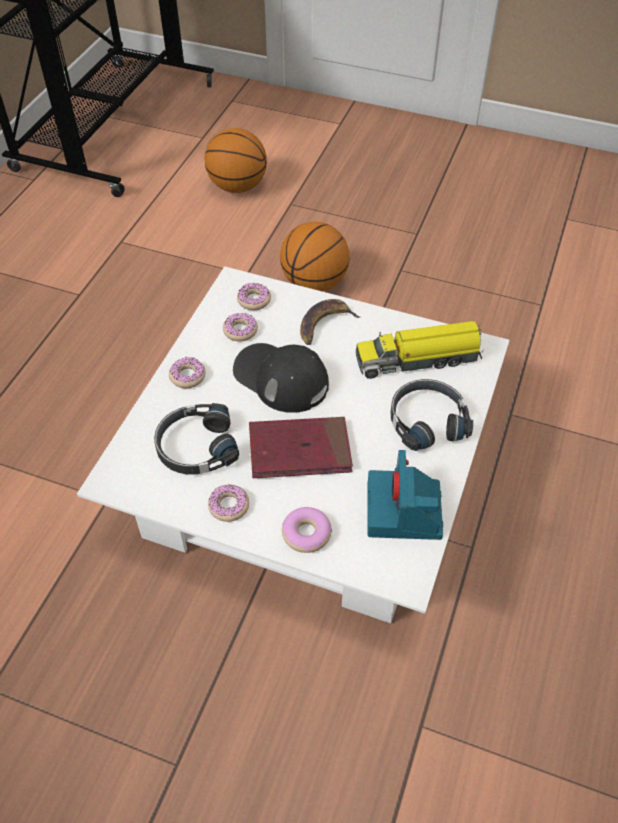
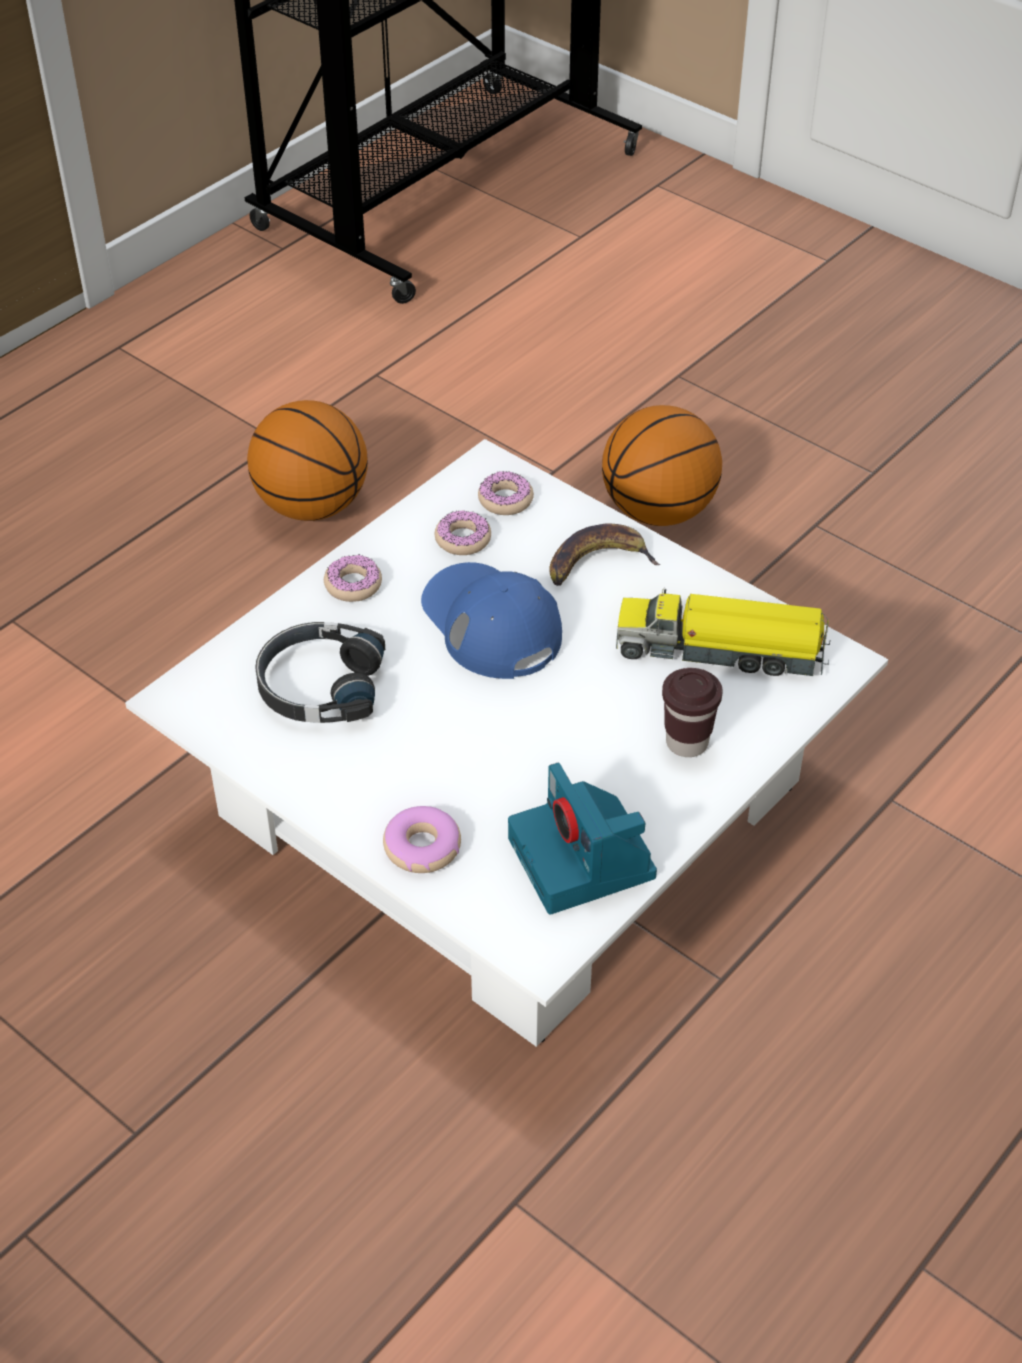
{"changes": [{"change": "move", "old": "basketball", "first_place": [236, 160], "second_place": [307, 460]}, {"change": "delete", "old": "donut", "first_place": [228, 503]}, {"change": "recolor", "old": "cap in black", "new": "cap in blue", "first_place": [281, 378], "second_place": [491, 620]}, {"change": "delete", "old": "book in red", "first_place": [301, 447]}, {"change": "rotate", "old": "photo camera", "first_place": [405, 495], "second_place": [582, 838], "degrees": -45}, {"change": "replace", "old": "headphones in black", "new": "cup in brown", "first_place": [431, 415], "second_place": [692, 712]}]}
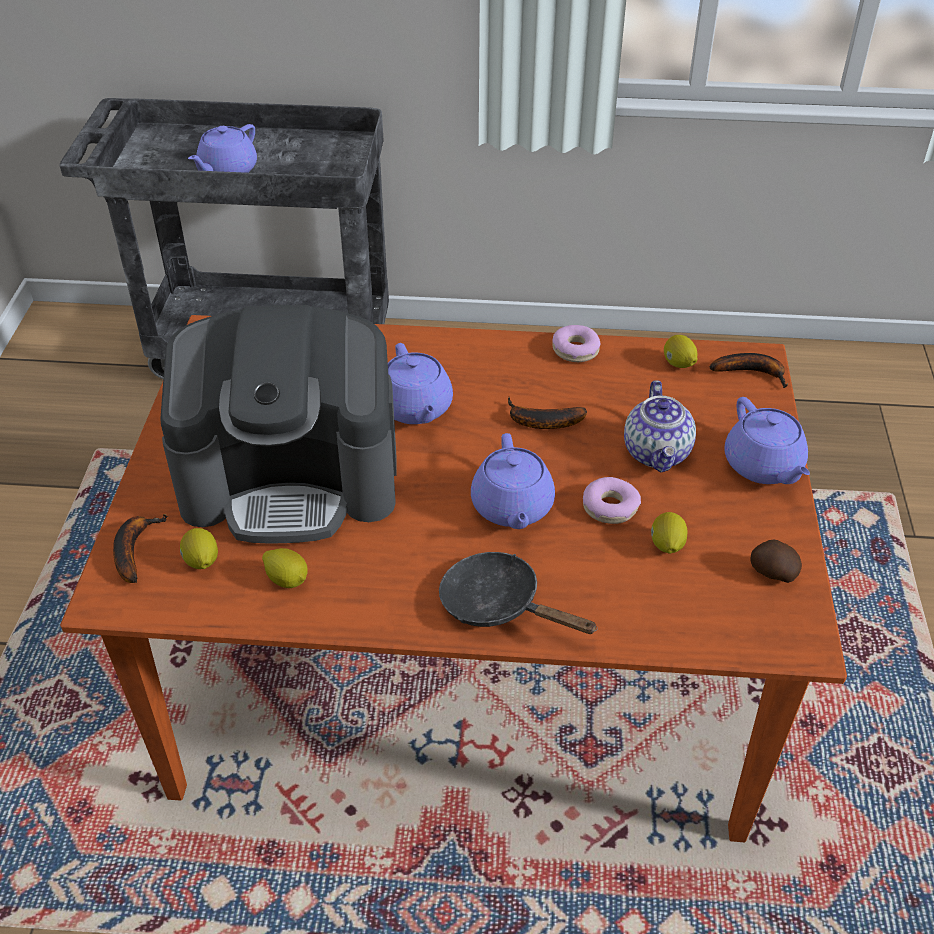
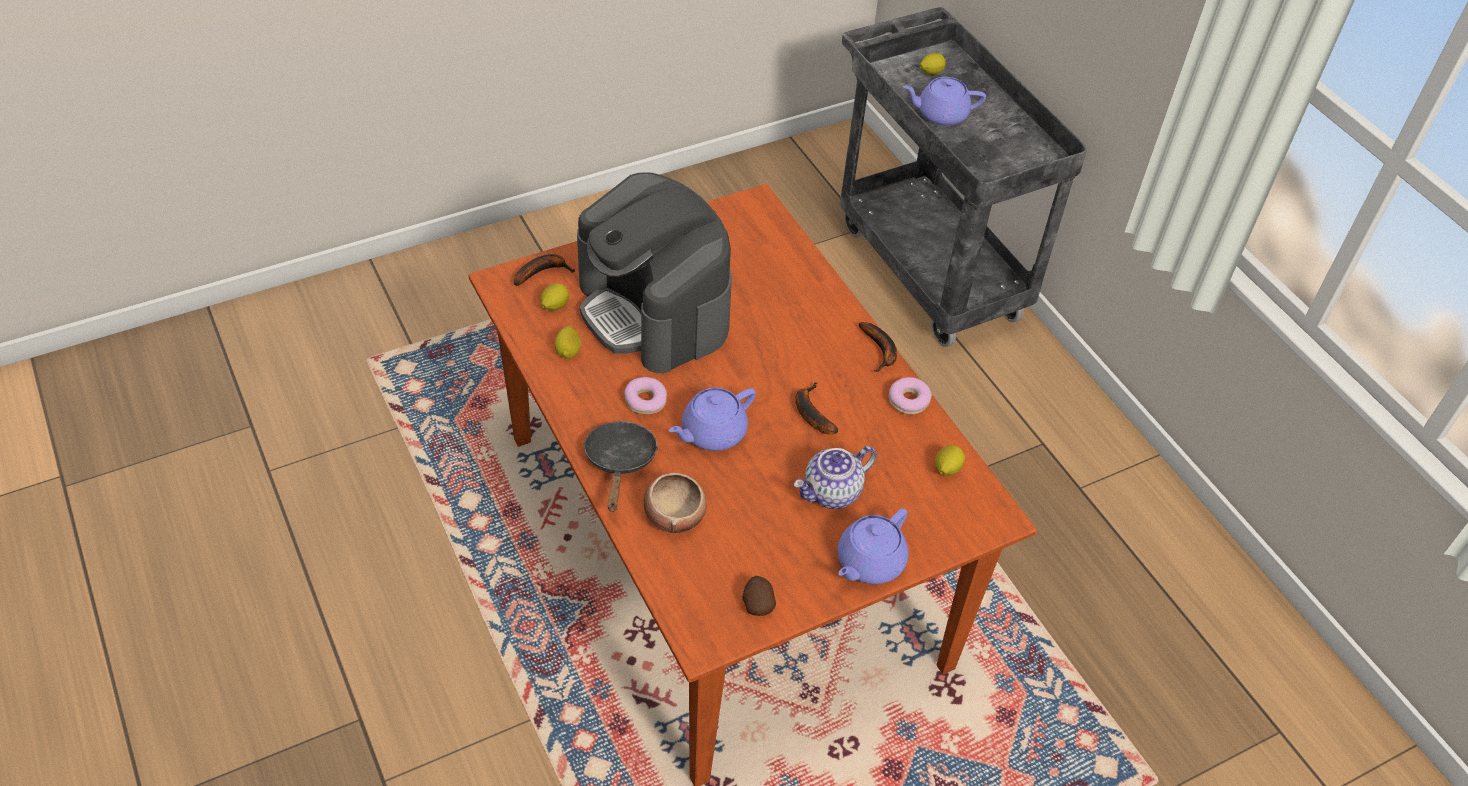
{"changes": [{"change": "delete", "old": "teapot in purple", "first_place": [420, 383]}, {"change": "move", "old": "donut", "first_place": [612, 500], "second_place": [645, 395]}, {"change": "move", "old": "lemon", "first_place": [669, 533], "second_place": [933, 64]}, {"change": "move", "old": "banana", "first_place": [749, 370], "second_place": [878, 347]}, {"change": "insert", "new": "bowl", "second_place": [675, 503]}]}
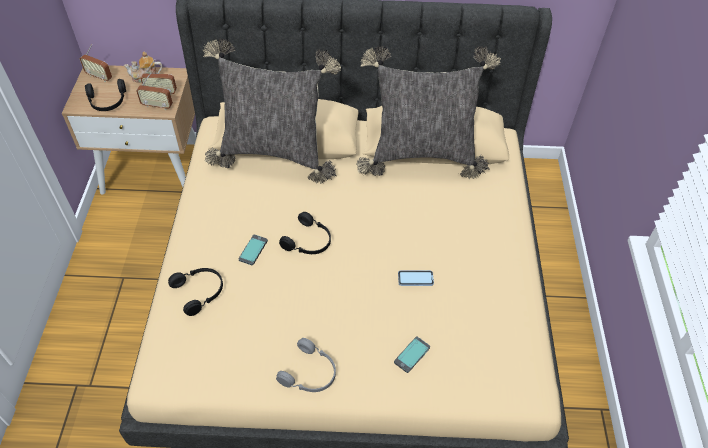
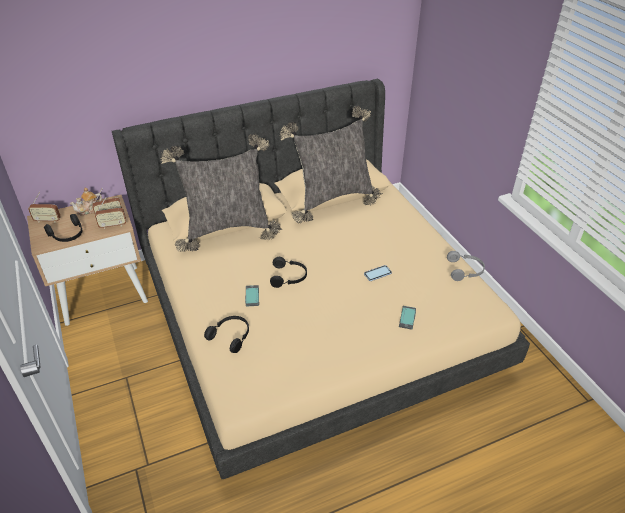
{"changes": [{"change": "move", "old": "headphones in grey", "first_place": [306, 365], "second_place": [466, 266]}]}
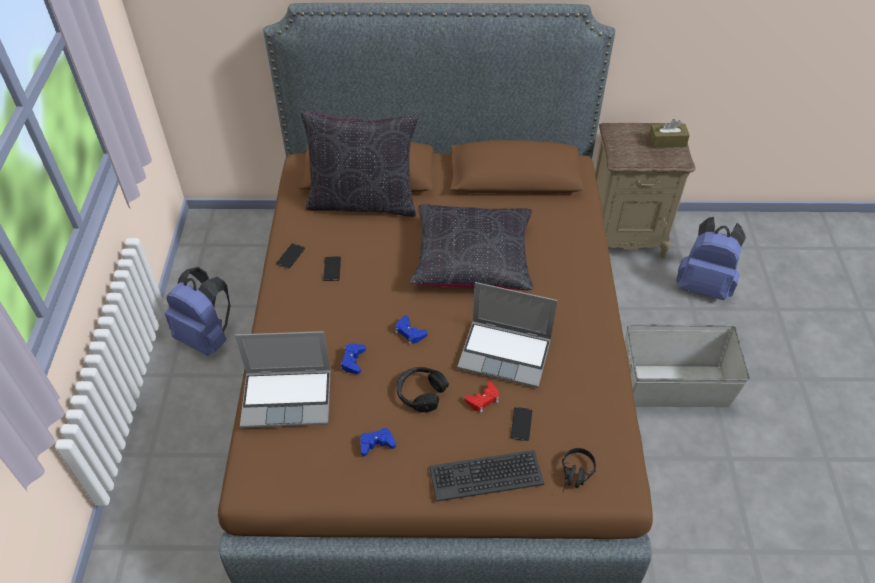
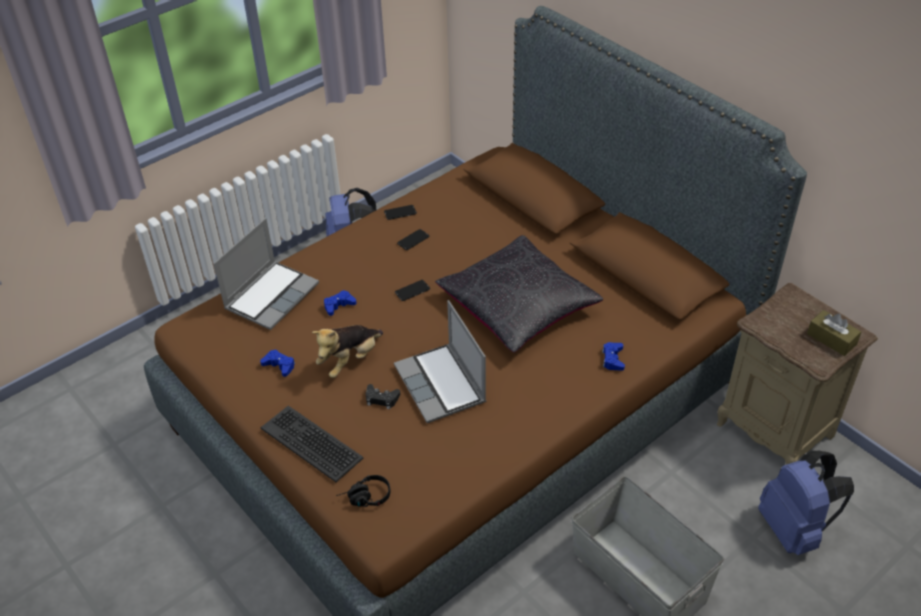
{"changes": [{"change": "rotate", "old": "laptop", "first_place": [283, 379], "second_place": [266, 274], "degrees": -105}, {"change": "delete", "old": "pillow in black", "first_place": [359, 164]}, {"change": "move", "old": "game controller in blue", "first_place": [411, 330], "second_place": [613, 356]}, {"change": "replace", "old": "headphones in black", "new": "plush toy", "first_place": [422, 389], "second_place": [347, 351]}, {"change": "recolor", "old": "game controller in red", "new": "game controller in black", "first_place": [482, 397], "second_place": [383, 396]}, {"change": "move", "old": "phone", "first_place": [521, 424], "second_place": [412, 290]}]}
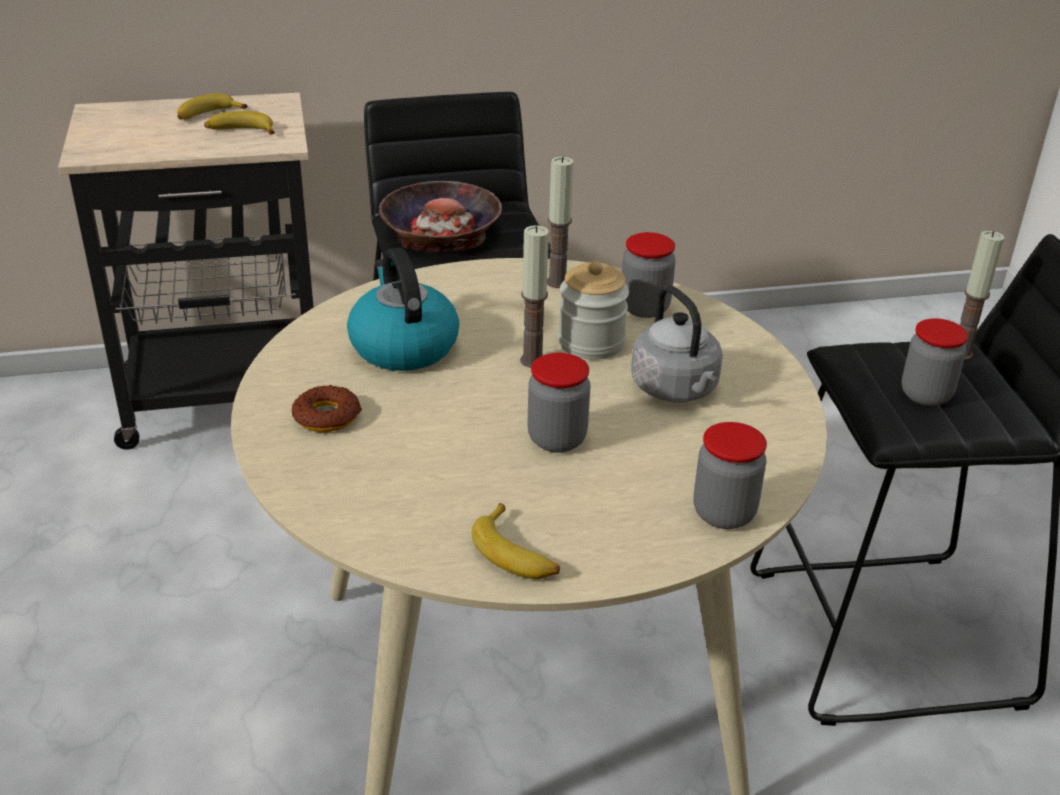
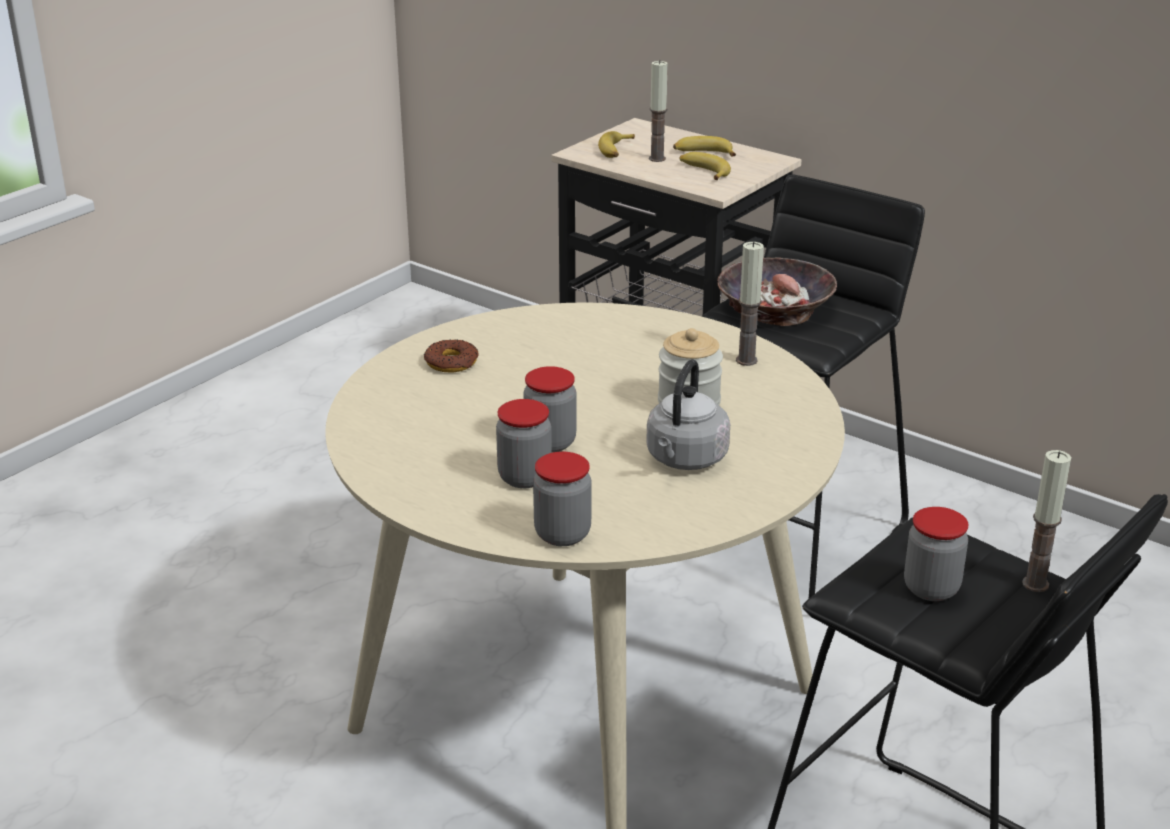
{"changes": [{"change": "delete", "old": "kettle", "first_place": [403, 309]}, {"change": "move", "old": "banana", "first_place": [516, 541], "second_place": [616, 144]}, {"change": "move", "old": "candle", "first_place": [534, 296], "second_place": [658, 111]}, {"change": "move", "old": "jar", "first_place": [649, 275], "second_place": [524, 443]}]}
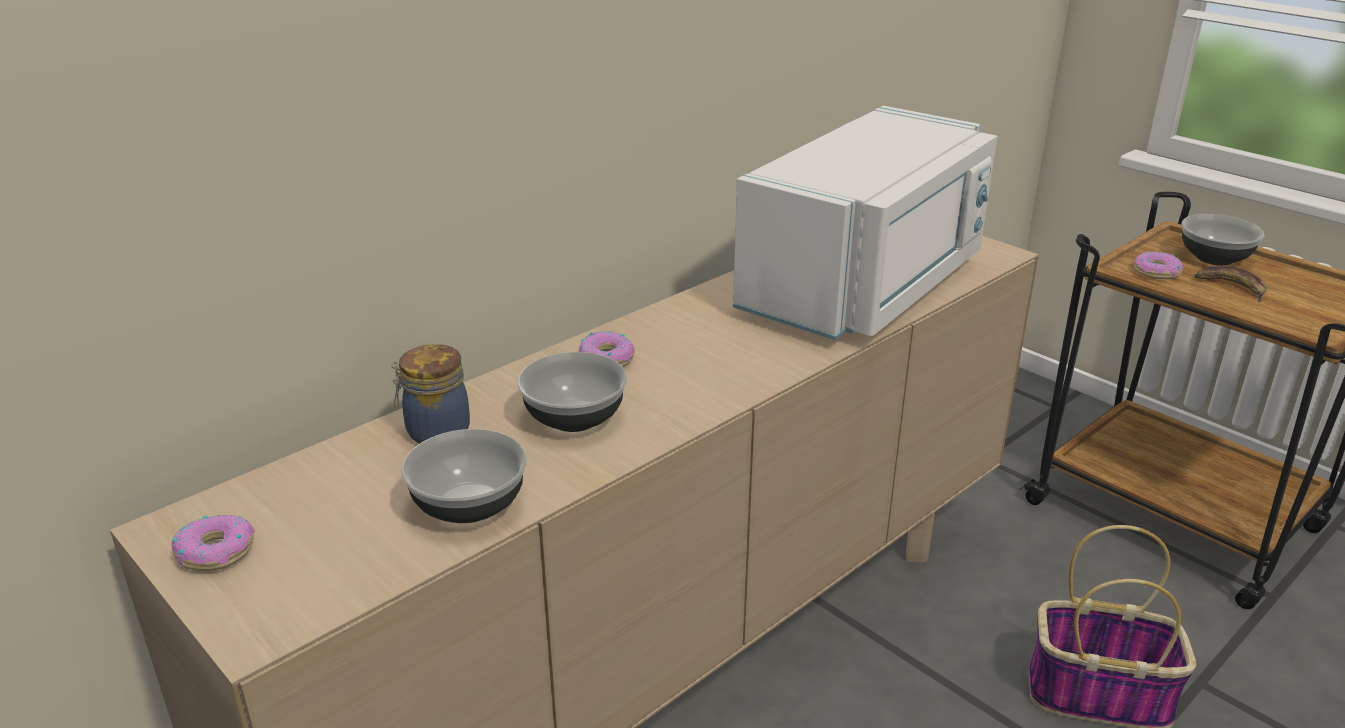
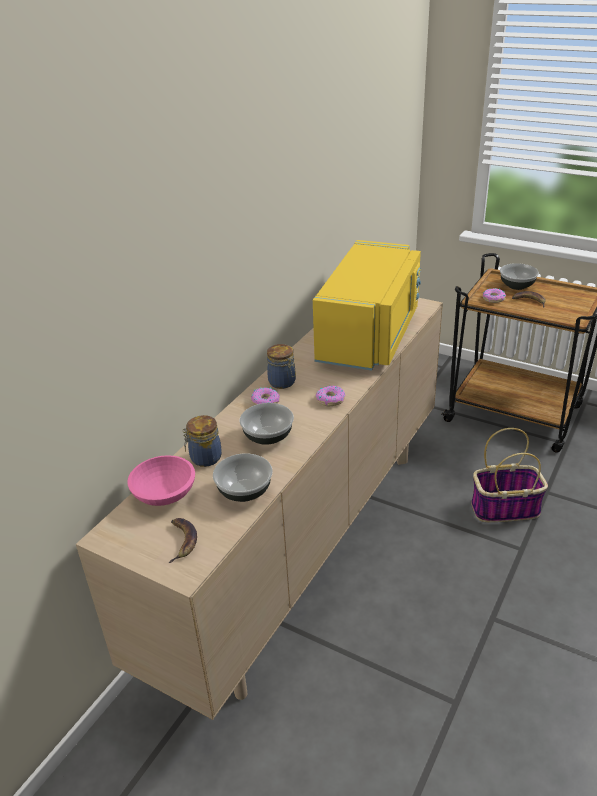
{"changes": [{"change": "move", "old": "donut", "first_place": [213, 543], "second_place": [330, 395]}, {"change": "recolor", "old": "microwave in white", "new": "microwave in yellow", "first_place": [865, 223], "second_place": [367, 305]}, {"change": "insert", "new": "bowl in pink", "second_place": [161, 480]}, {"change": "insert", "new": "banana", "second_place": [182, 540]}, {"change": "insert", "new": "jar", "second_place": [281, 366]}]}
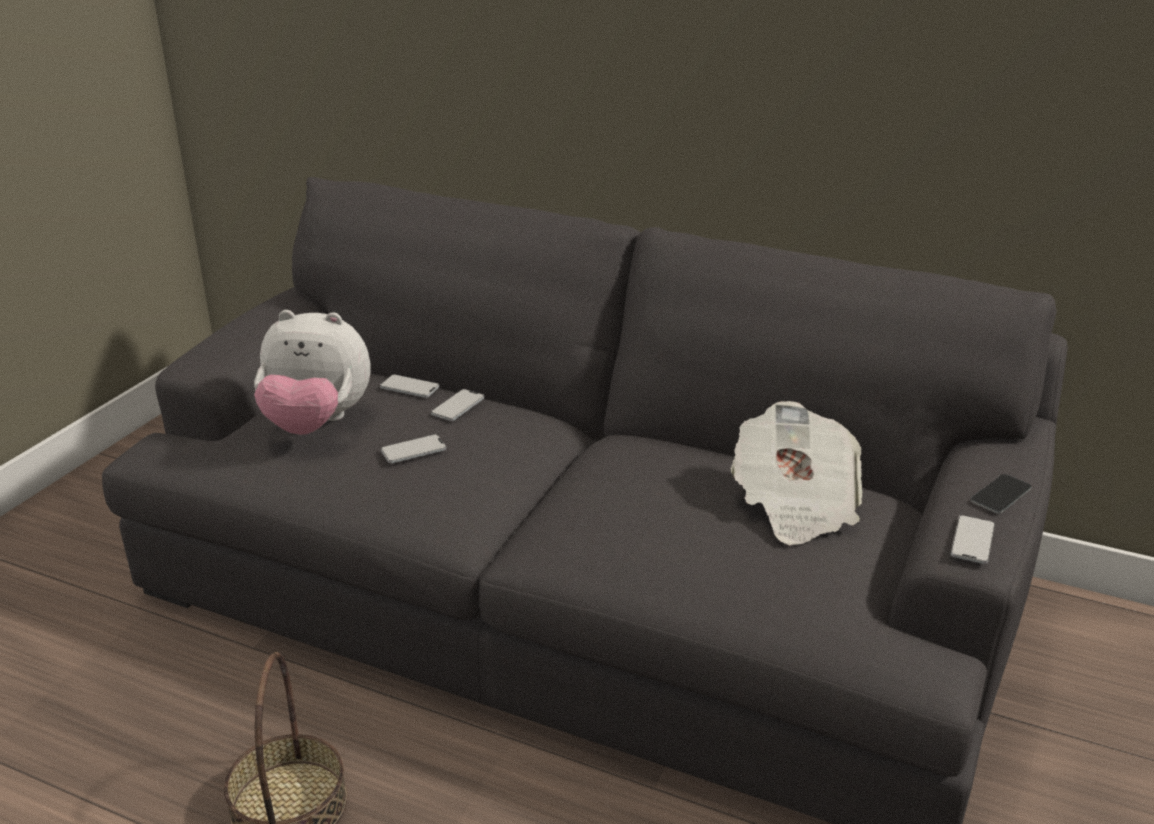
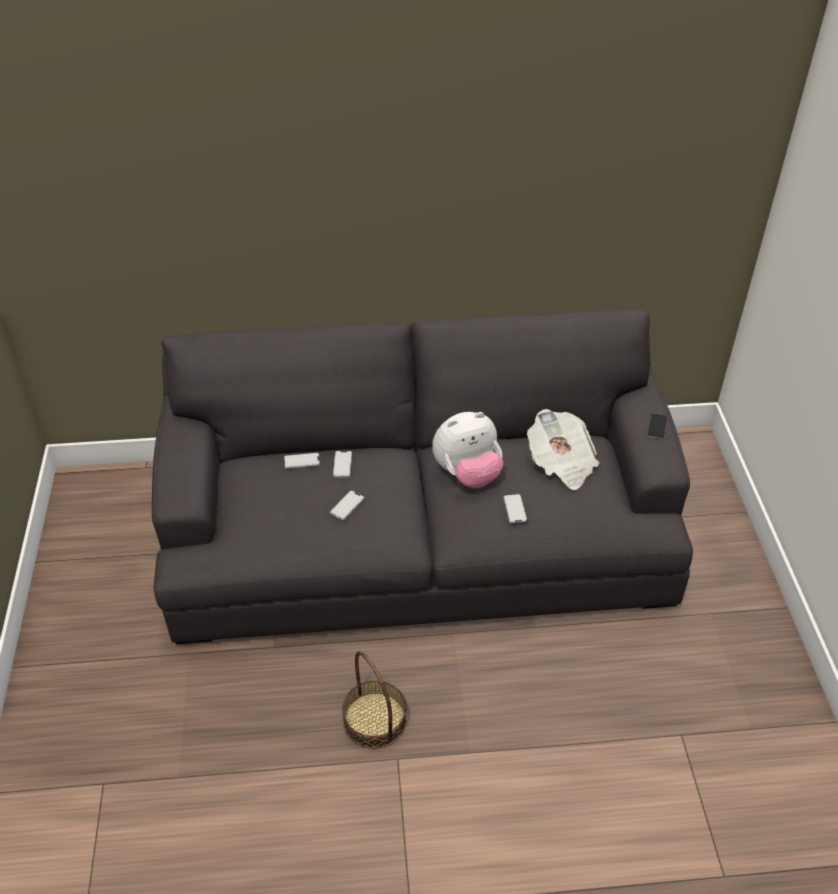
{"changes": [{"change": "move", "old": "plush toy", "first_place": [312, 372], "second_place": [467, 450]}, {"change": "move", "old": "phone", "first_place": [973, 539], "second_place": [515, 508]}]}
